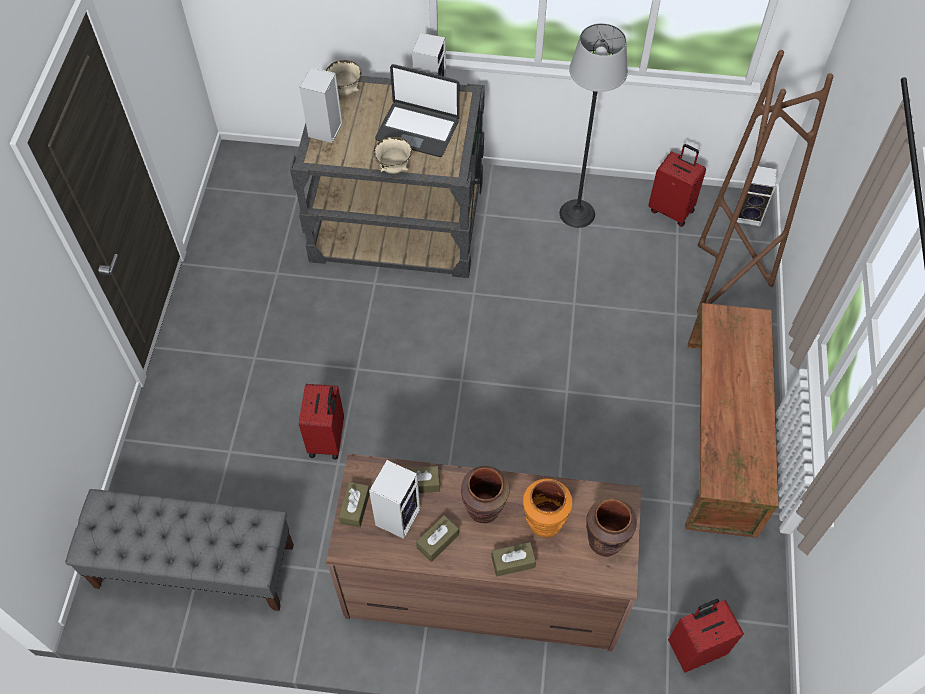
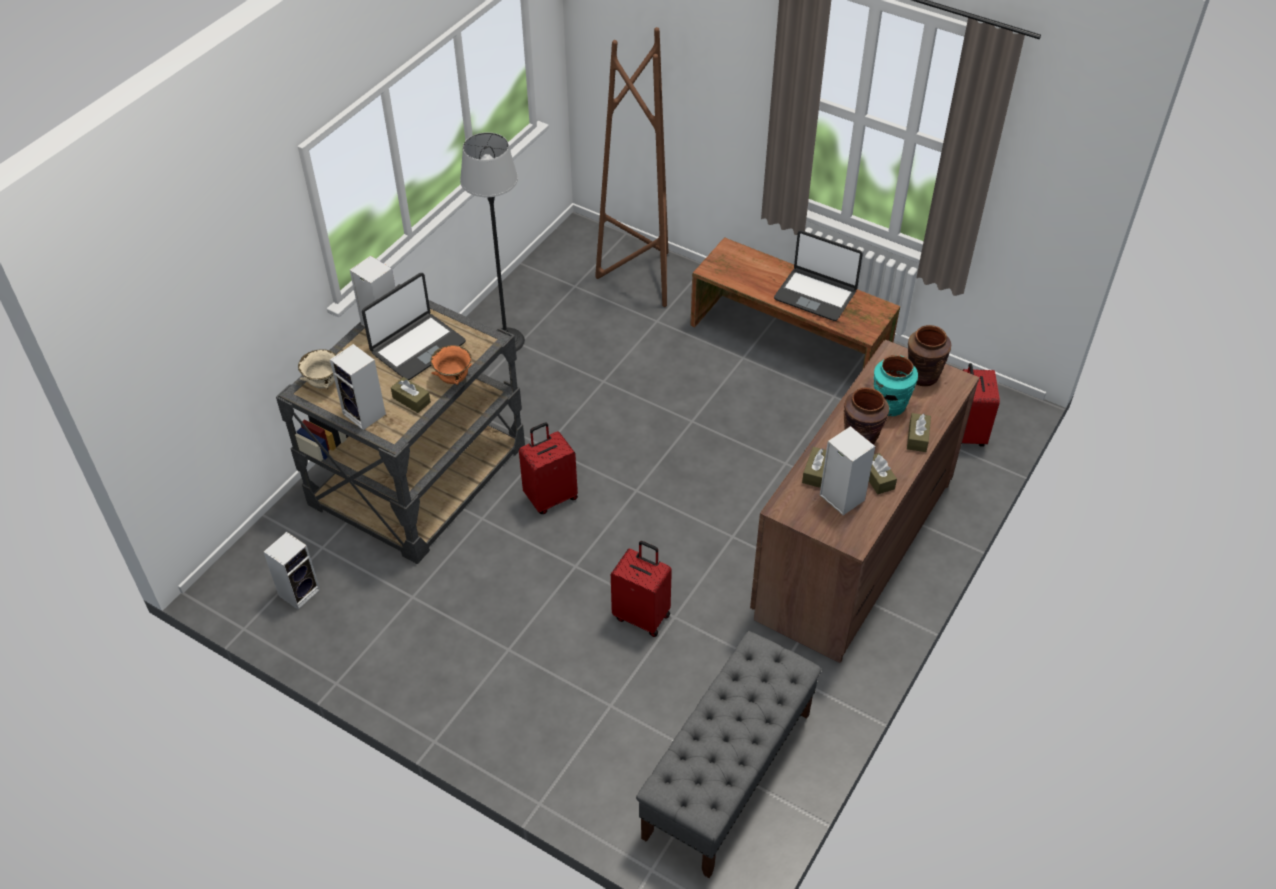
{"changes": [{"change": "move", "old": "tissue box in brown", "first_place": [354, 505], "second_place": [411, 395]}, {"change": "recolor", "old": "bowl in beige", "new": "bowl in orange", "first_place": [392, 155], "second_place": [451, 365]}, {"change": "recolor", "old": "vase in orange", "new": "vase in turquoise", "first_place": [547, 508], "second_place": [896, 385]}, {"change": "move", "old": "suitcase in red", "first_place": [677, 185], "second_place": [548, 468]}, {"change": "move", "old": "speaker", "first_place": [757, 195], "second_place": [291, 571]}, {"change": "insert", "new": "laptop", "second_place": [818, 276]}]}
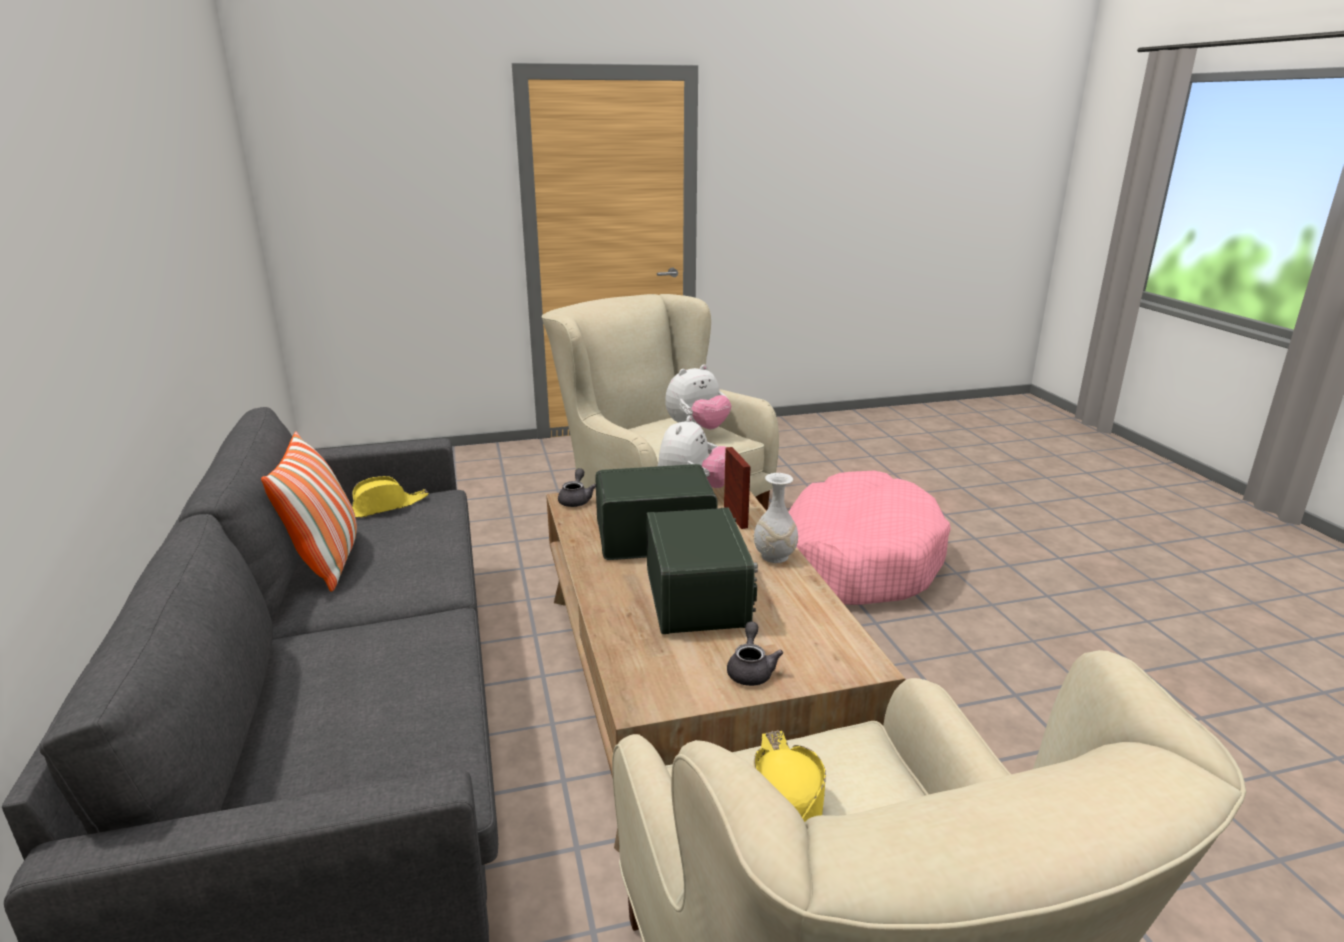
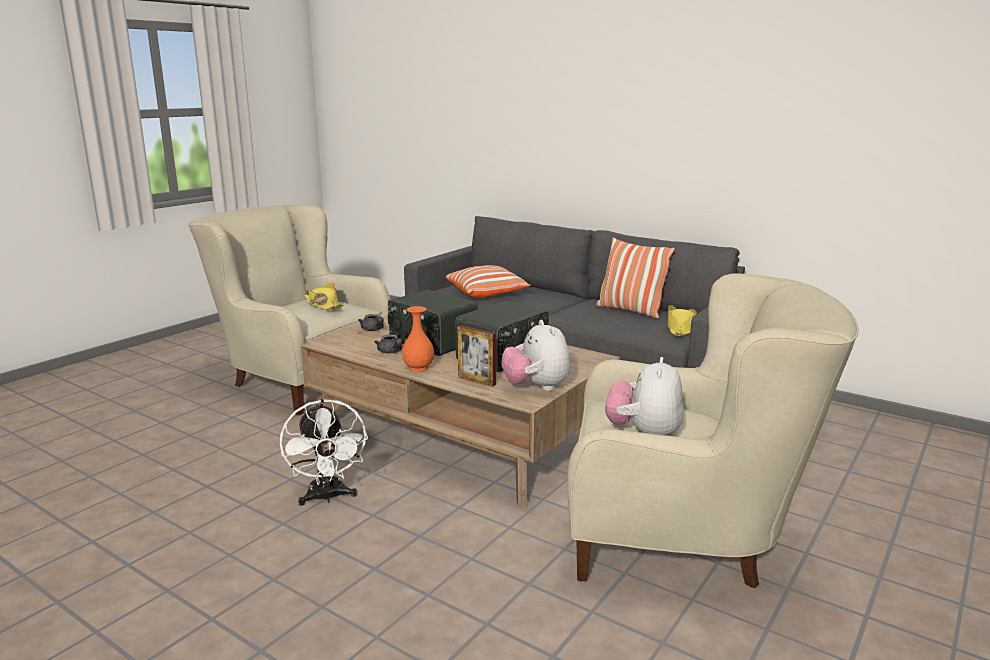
{"changes": [{"change": "move", "old": "teapot in grey", "first_place": [577, 487], "second_place": [388, 344]}, {"change": "recolor", "old": "vase in white", "new": "vase in orange", "first_place": [776, 518], "second_place": [418, 339]}, {"change": "delete", "old": "dog bed in pink", "first_place": [869, 538]}, {"change": "insert", "new": "fan in white", "second_place": [324, 452]}, {"change": "insert", "new": "pillow", "second_place": [488, 281]}]}
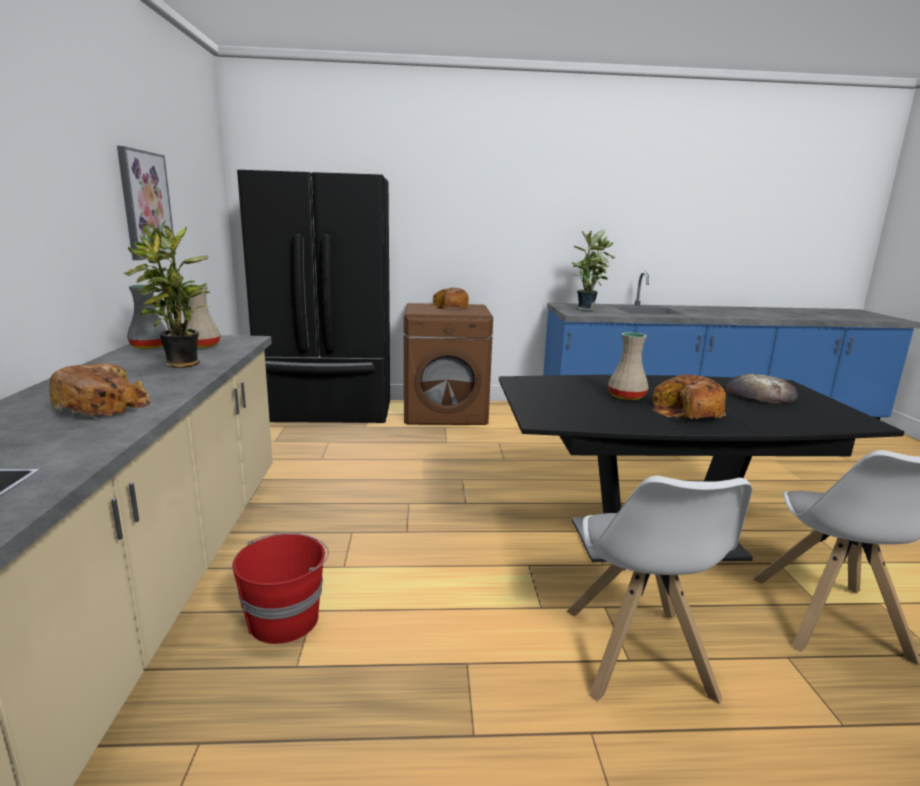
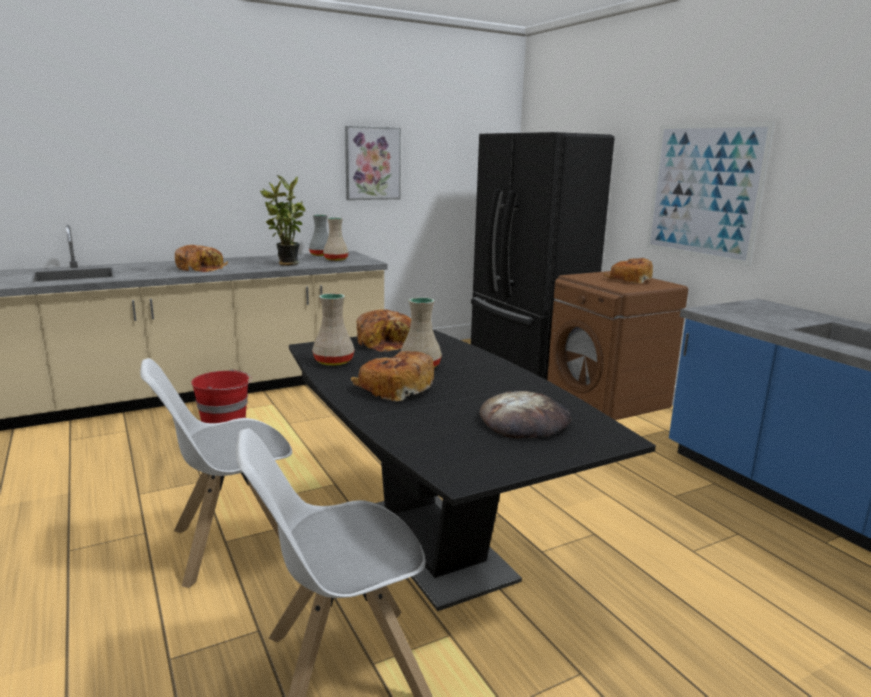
{"changes": [{"change": "delete", "old": "potted plant", "first_place": [593, 270]}, {"change": "insert", "new": "vase in beige", "second_place": [333, 329]}, {"change": "insert", "new": "bread", "second_place": [383, 330]}, {"change": "insert", "new": "picture", "second_place": [711, 193]}]}
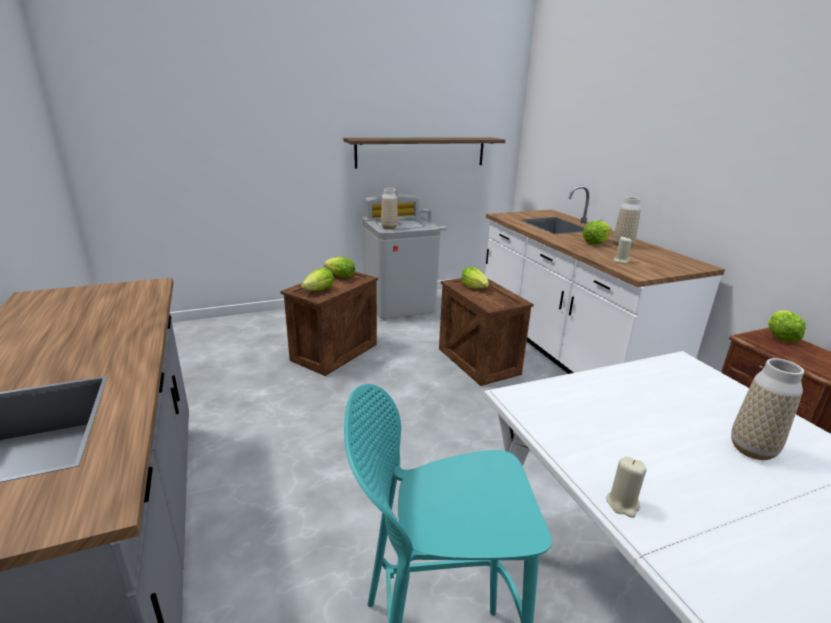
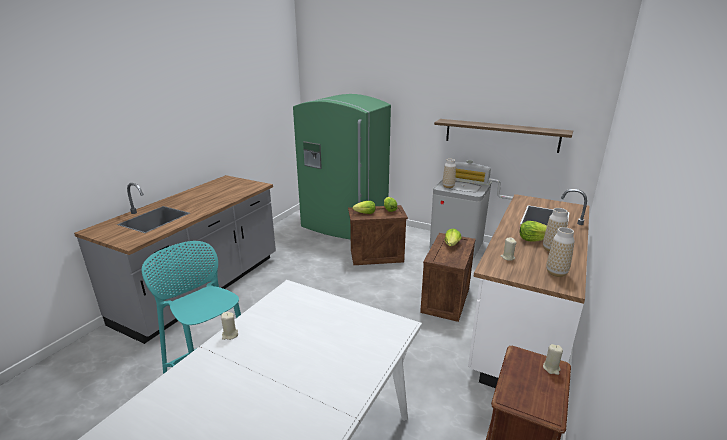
{"changes": [{"change": "move", "old": "vase", "first_place": [767, 409], "second_place": [560, 252]}, {"change": "replace", "old": "lettuce", "new": "candle in beige", "first_place": [787, 326], "second_place": [553, 359]}, {"change": "insert", "new": "fridge in green", "second_place": [342, 167]}]}
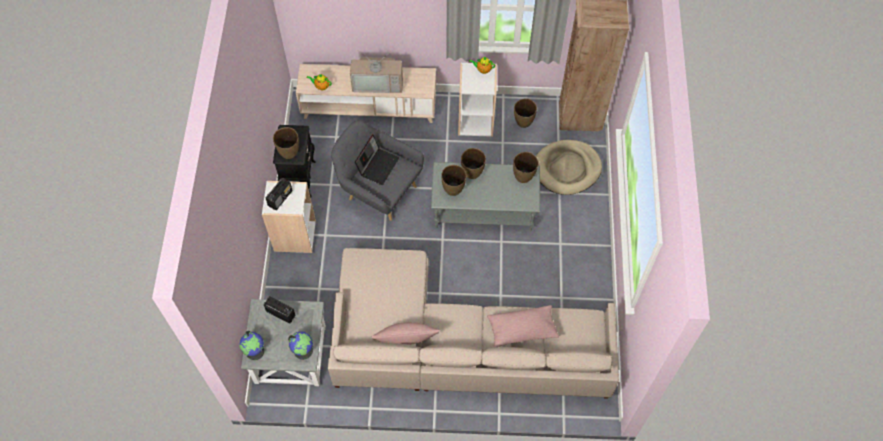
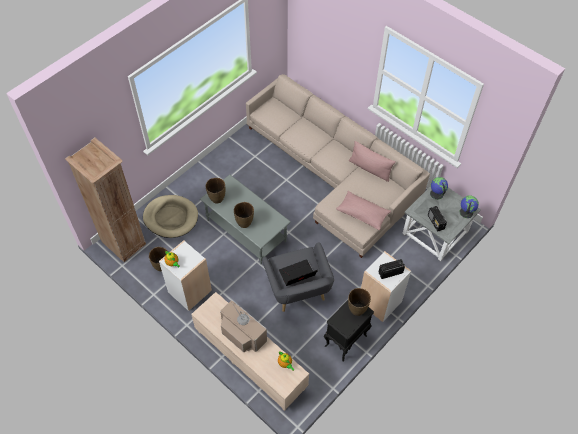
{"changes": [{"change": "delete", "old": "vase in brown", "first_place": [454, 180]}, {"change": "move", "old": "pillow in pink", "first_place": [523, 326], "second_place": [363, 211]}]}
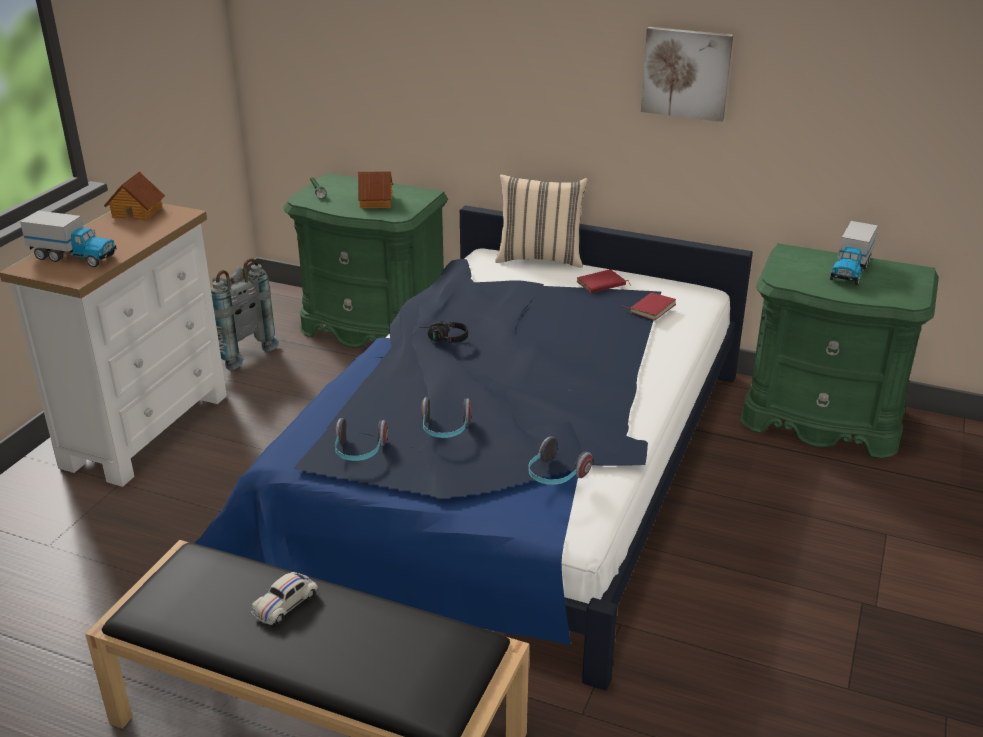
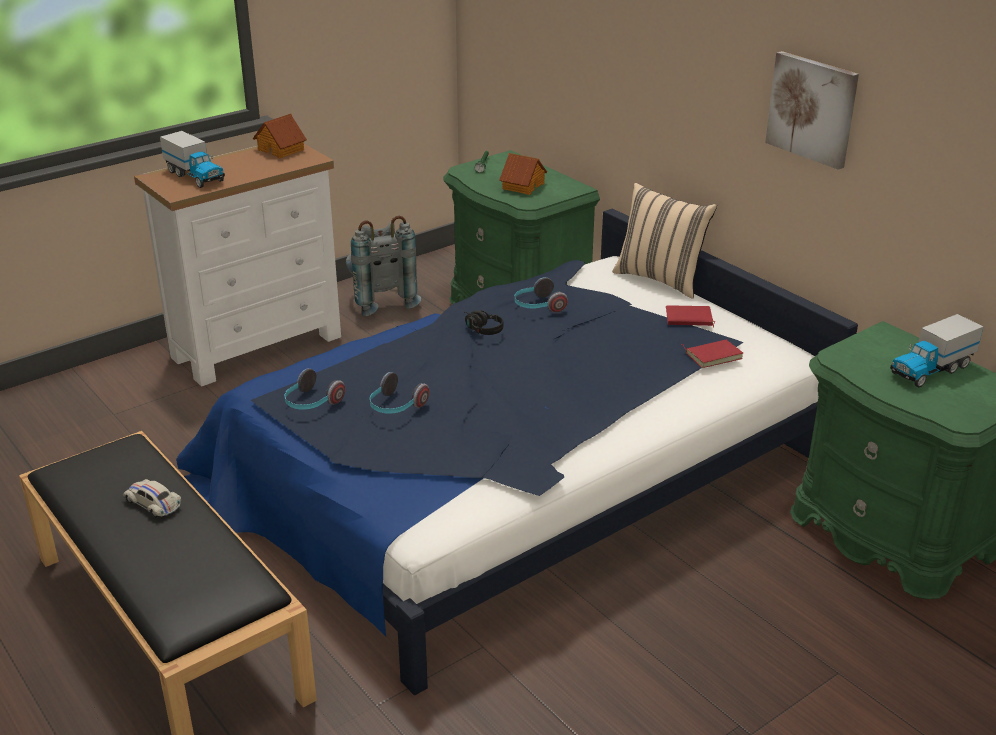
{"changes": [{"change": "rotate", "old": "toy car in white", "first_place": [284, 598], "second_place": [152, 498], "degrees": 60}, {"change": "move", "old": "headphones", "first_place": [561, 460], "second_place": [541, 295]}]}
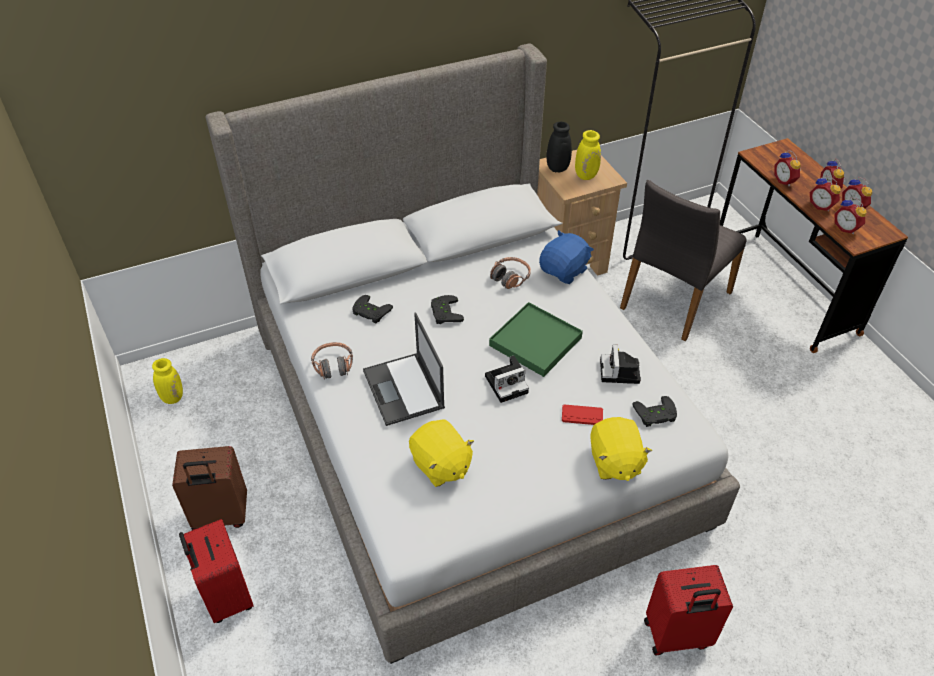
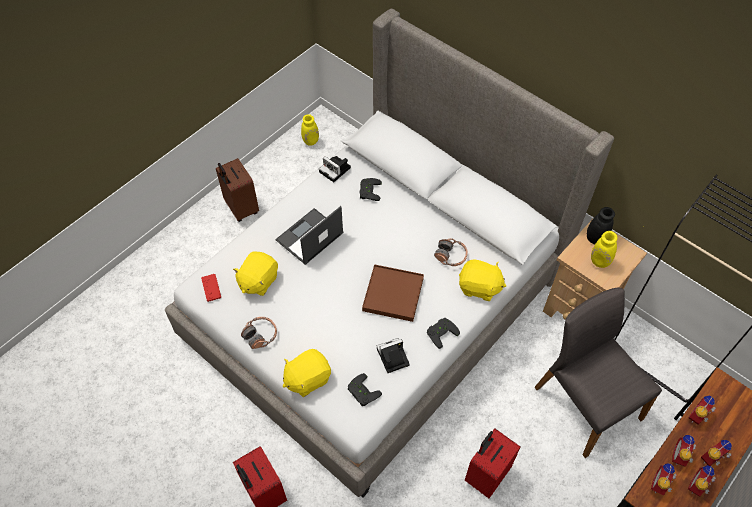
{"changes": [{"change": "move", "old": "suitcase in red", "first_place": [216, 571], "second_place": [493, 463]}, {"change": "move", "old": "headphones", "first_place": [332, 361], "second_place": [259, 333]}, {"change": "move", "old": "game controller in black", "first_place": [447, 309], "second_place": [443, 333]}, {"change": "move", "old": "photo camera", "first_place": [507, 379], "second_place": [335, 169]}, {"change": "recolor", "old": "tray in green", "new": "tray in brown", "first_place": [536, 339], "second_place": [393, 293]}, {"change": "recolor", "old": "plush toy in blue", "new": "plush toy in yellow", "first_place": [566, 257], "second_place": [482, 280]}, {"change": "move", "old": "game controller in red", "first_place": [582, 414], "second_place": [211, 288]}, {"change": "rotate", "old": "chair in grey", "first_place": [683, 260], "second_place": [598, 373], "degrees": 45}]}
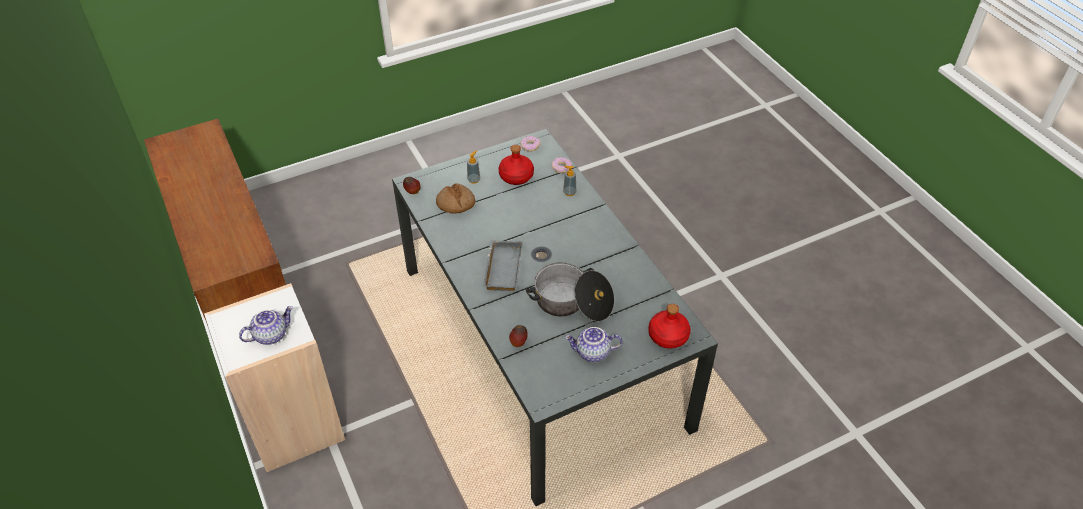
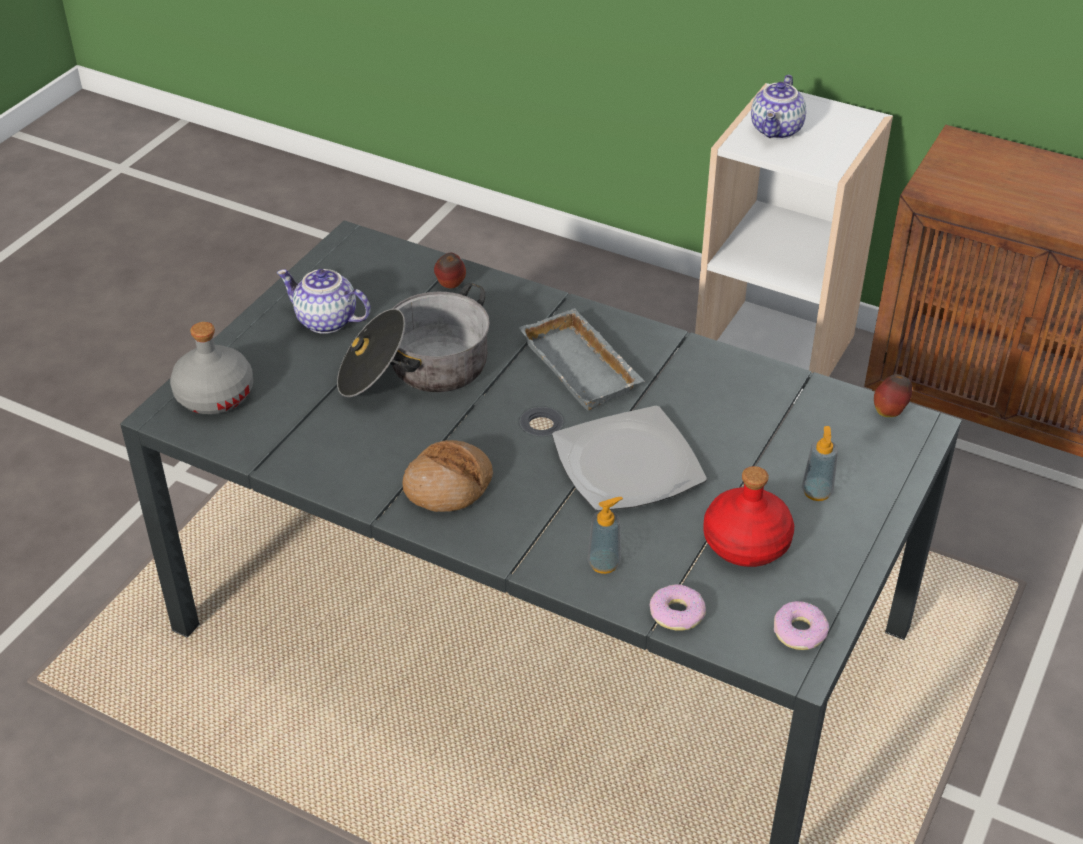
{"changes": [{"change": "move", "old": "bread", "first_place": [455, 198], "second_place": [447, 476]}, {"change": "rotate", "old": "teapot", "first_place": [594, 344], "second_place": [324, 301], "degrees": -120}, {"change": "recolor", "old": "bottle in red", "new": "bottle in grey", "first_place": [669, 326], "second_place": [211, 368]}, {"change": "insert", "new": "plate", "second_place": [629, 458]}]}
